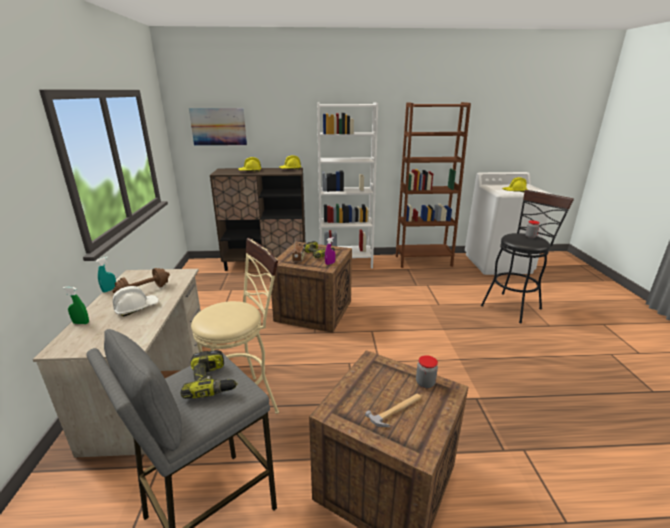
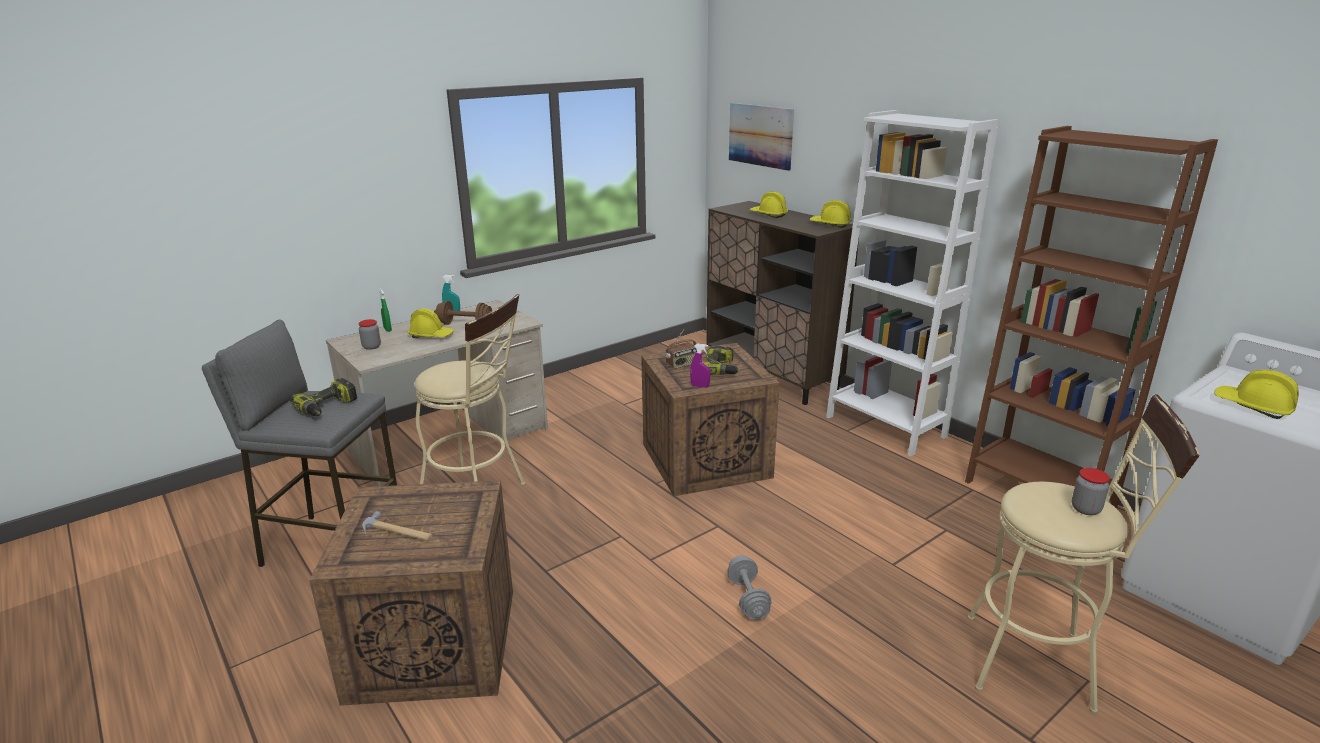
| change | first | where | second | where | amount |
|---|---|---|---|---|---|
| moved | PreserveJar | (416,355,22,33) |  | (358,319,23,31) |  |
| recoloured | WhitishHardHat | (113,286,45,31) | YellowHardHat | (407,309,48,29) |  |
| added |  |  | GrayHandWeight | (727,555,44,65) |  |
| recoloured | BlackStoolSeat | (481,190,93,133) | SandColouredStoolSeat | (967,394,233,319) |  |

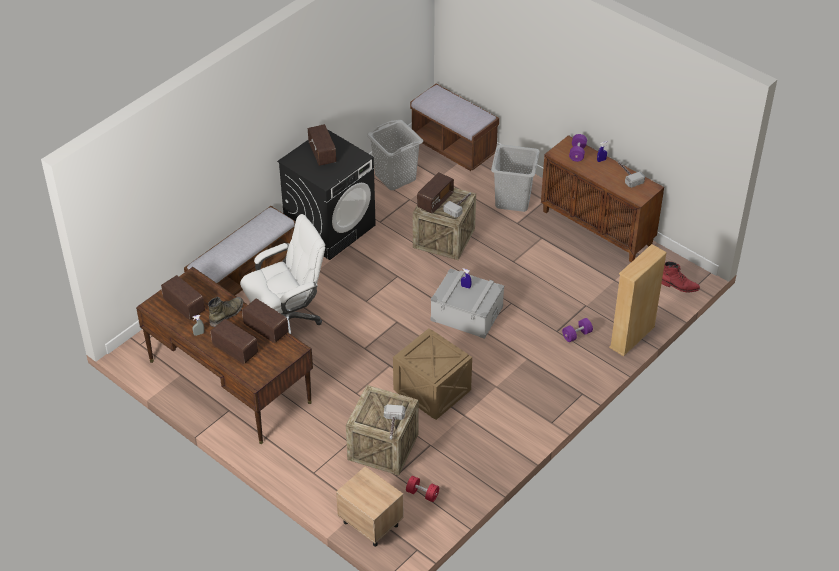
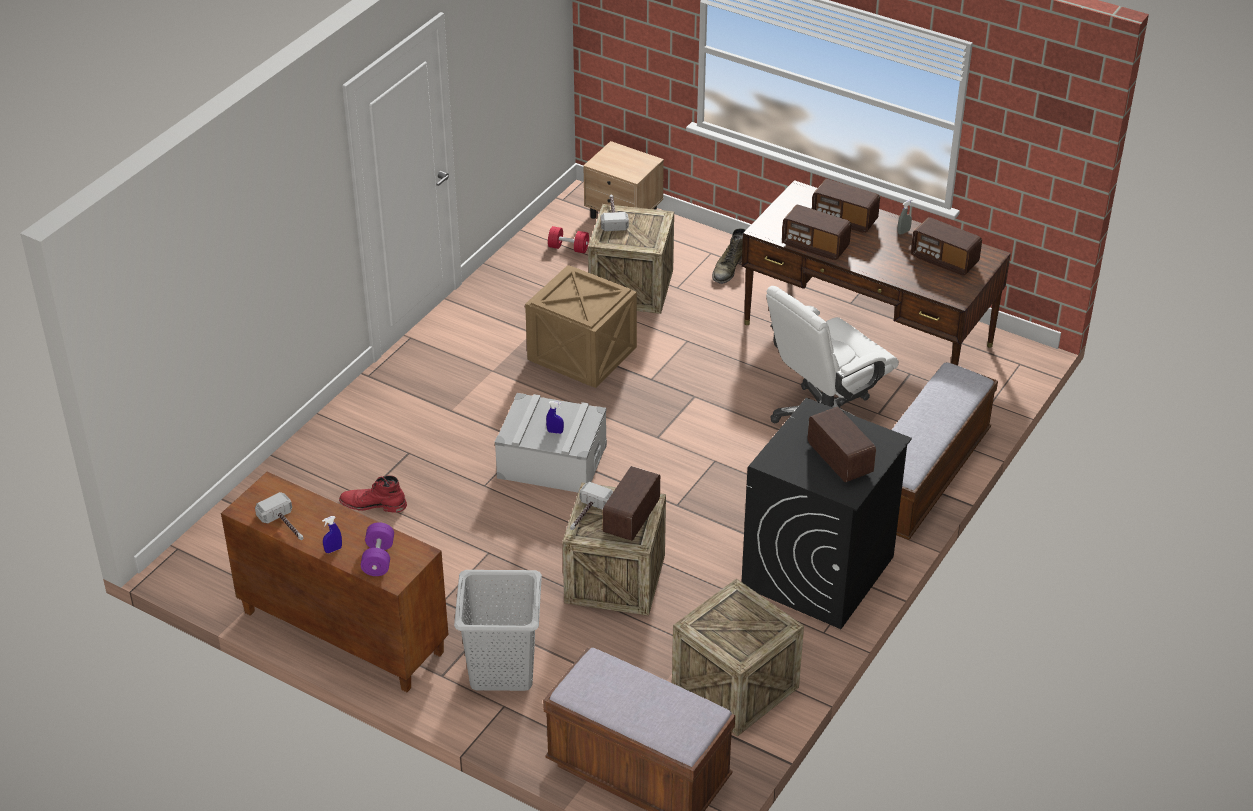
| change | first | where | second | where | amount |
|---|---|---|---|---|---|
| moved | RedColouredTallBoot | (661,261,39,31) |  | (339,476,68,37) |  |
| replaced | GrayWashingBasket | (367,120,56,70) | Crate | (672,578,132,159) |  |
| moved | GreenishTallBoot | (208,297,36,30) |  | (712,228,34,56) |  |
| removed | PurpleColouredHandWeight | (562,318,31,24) |  |  |  |
| removed | SandColouredShelvingUnit | (609,244,58,112) |  |  |  |

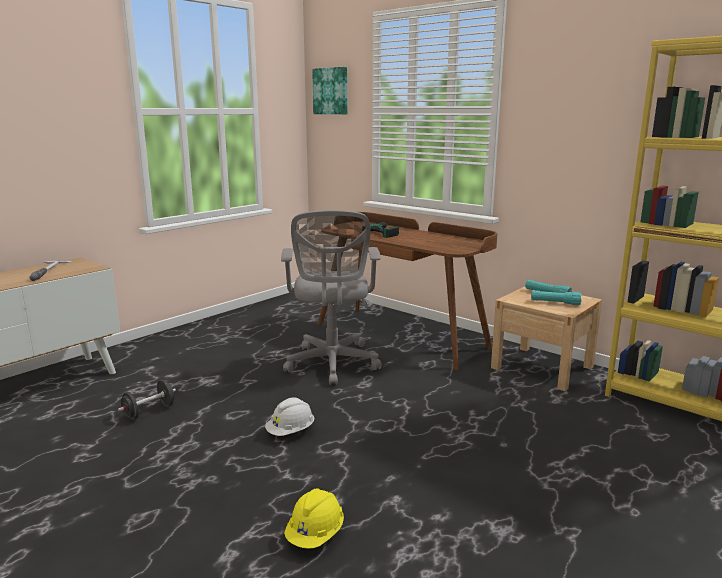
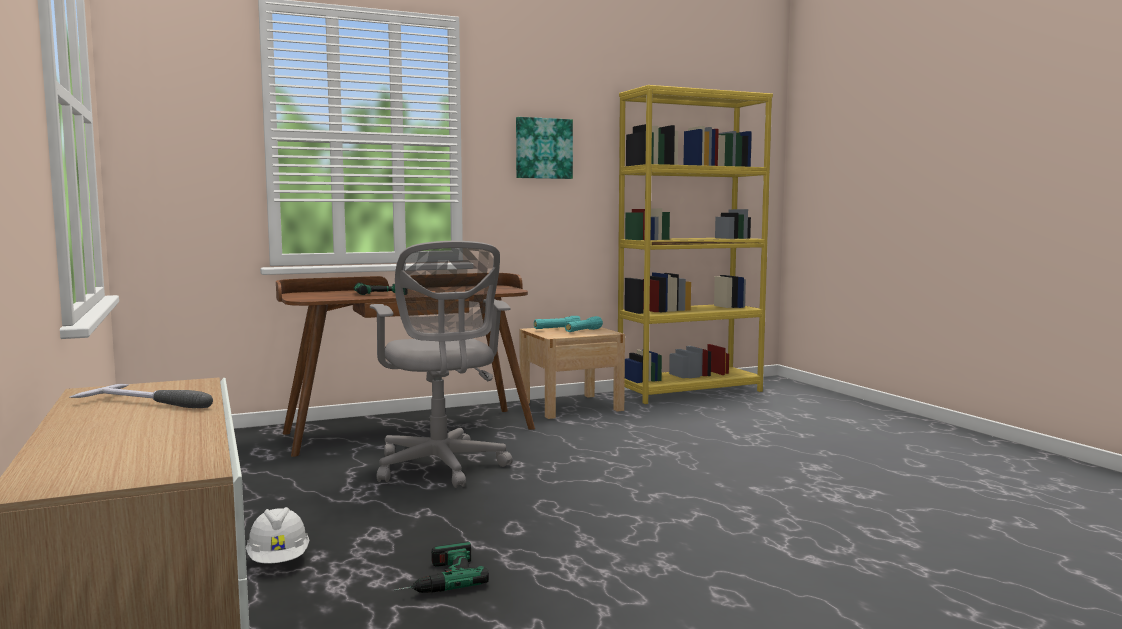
| change | first | where | second | where | amount |
|---|---|---|---|---|---|
| moved | WhitishHardHat | (265,397,49,39) |  | (246,507,64,56) |  |
| turned | GrayComputerChair | (281,210,101,175) |  | (370,241,142,247) | 45 degrees clockwise |
| replaced | BlackHandWeight | (118,380,58,40) | PowerDrill | (394,541,95,52) |  |
| moved | Picture | (312,67,35,47) |  | (516,117,57,62) |  |
| removed | YellowHardHat | (284,488,60,61) |  |  |  |

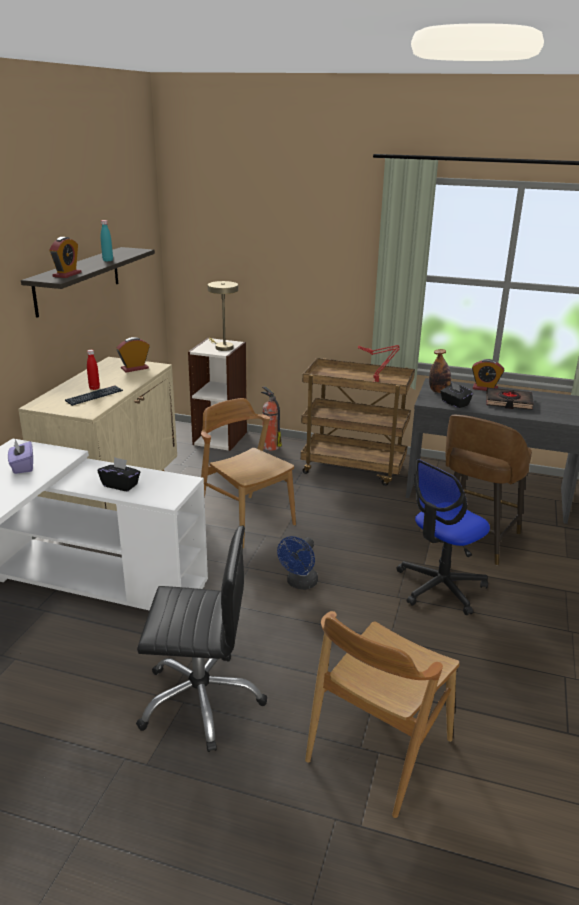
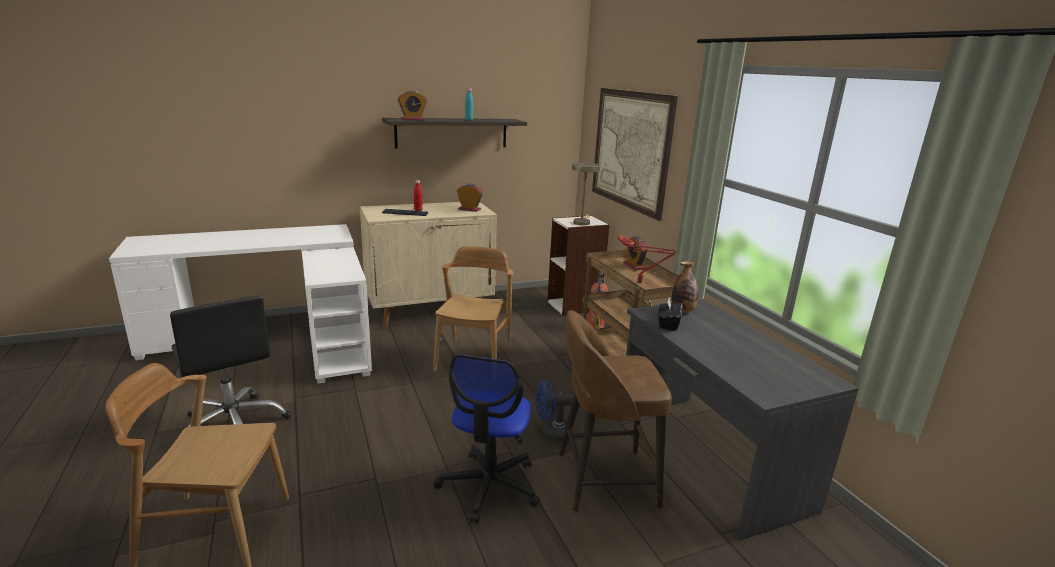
| change | first | where | second | where | amount |
|---|---|---|---|---|---|
| turned | ComputerChair | (396,459,94,156) |  | (433,354,107,170) | 90 degrees counterclockwise |
| moved | BlueColouredElectricFan | (277,536,41,54) |  | (535,380,39,61) |  |
| added |  |  | Picture | (592,88,86,133) |  |
| moved | AlarmClock | (472,359,32,32) |  | (623,236,25,34) |  |
| removed | PurpleColouredTissueBox | (8,439,25,35) |  |  |  |
| removed | BlackTissueBox | (98,457,42,35) |  |  |  |
| removed | BlackVolume | (486,388,48,22) |  |  |  |

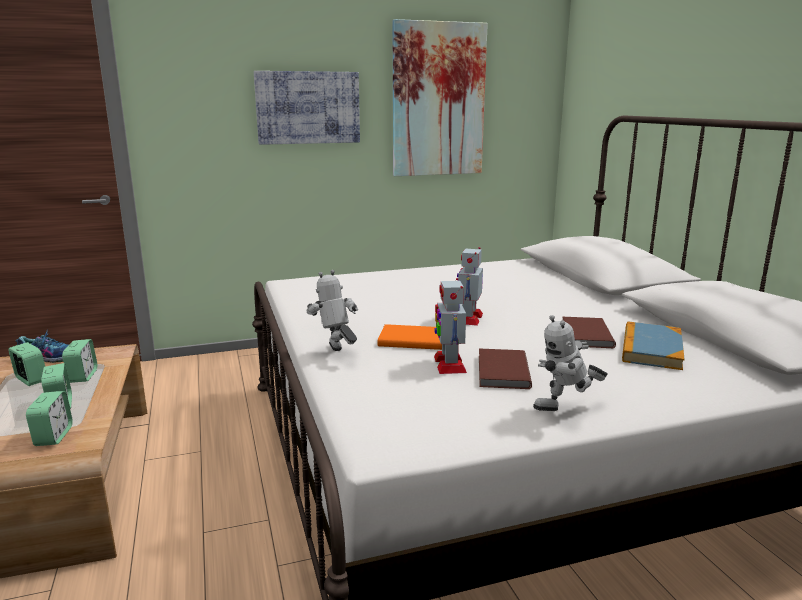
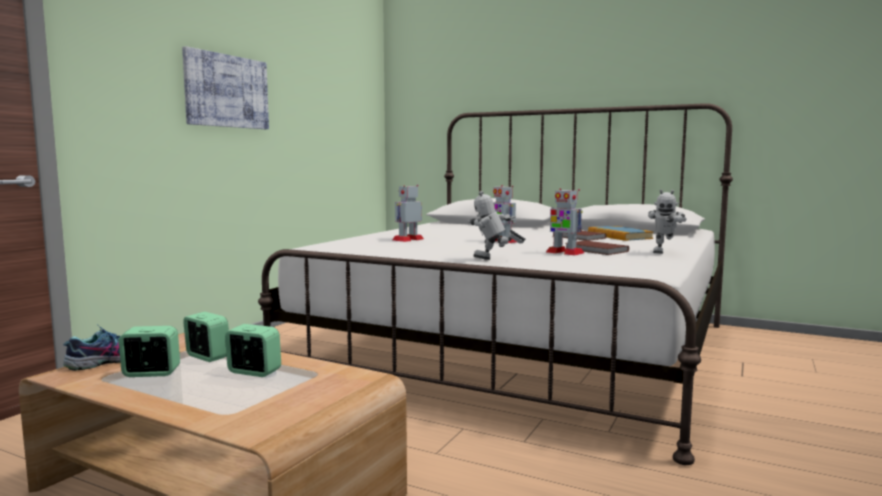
| change | first | where | second | where | amount |
|---|---|---|---|---|---|
| added |  |  | RobotFigure | (393,185,31,57) |  |
| removed | AlarmClock | (26,391,47,55) |  |  |  |
| removed | OrangeyVolume | (378,324,64,26) |  |  |  |
| removed | Picture | (393,19,95,157) |  |  |  |

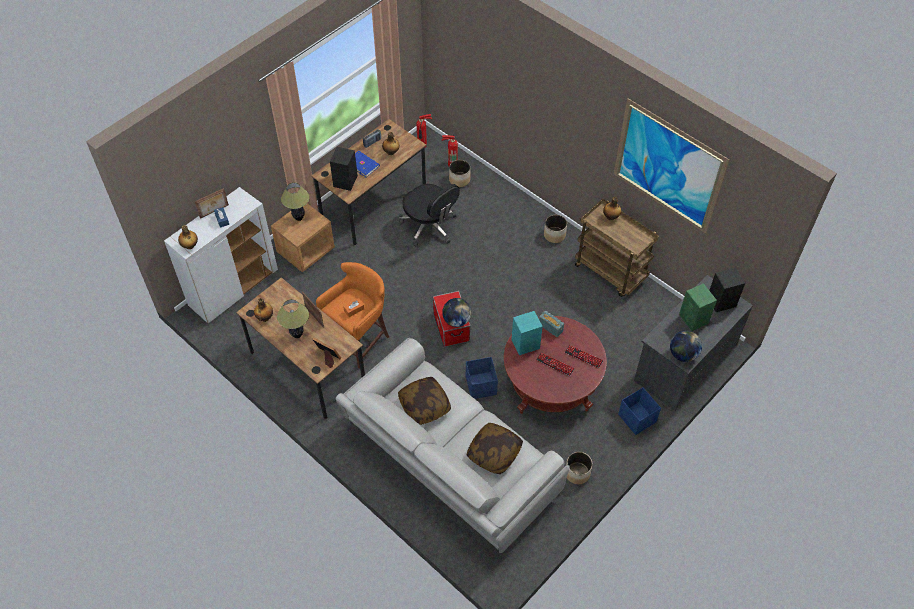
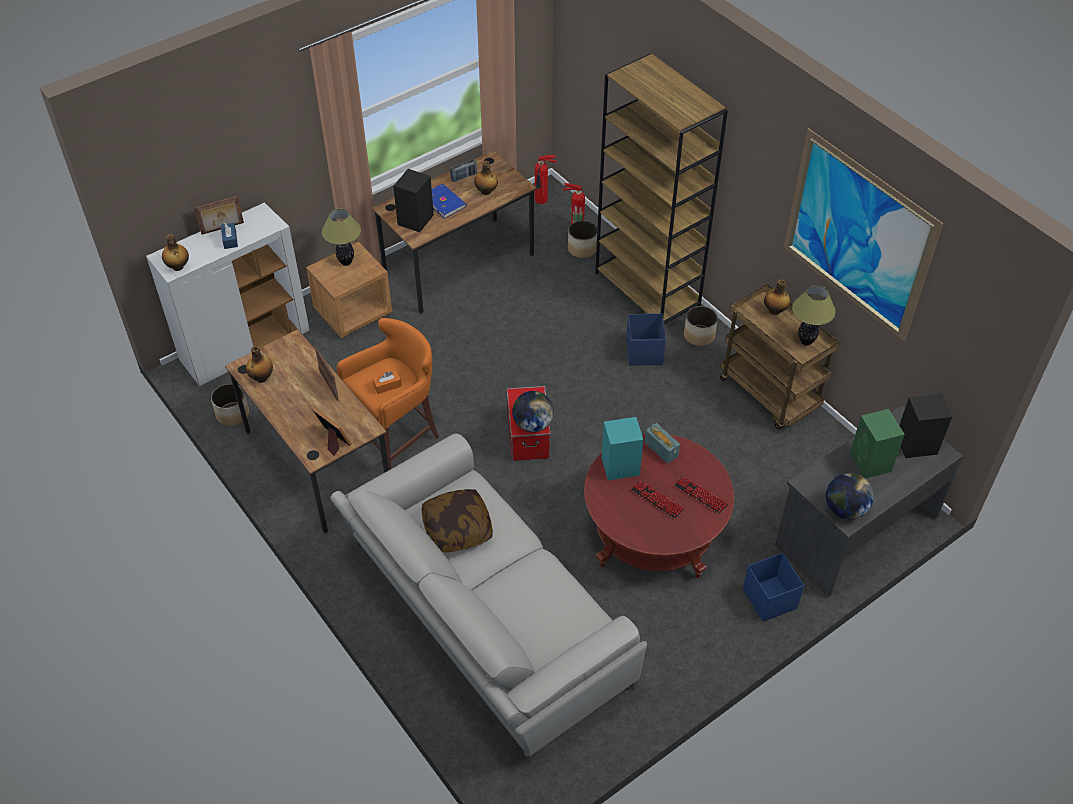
| change | first | where | second | where | amount |
|---|---|---|---|---|---|
| moved | PlantPot | (566,452,27,32) |  | (211,384,38,42) |  |
| added |  |  | BrownShelvingUnit | (595,54,133,270) |  |
| moved | BlueColouredStorageBox | (466,357,32,42) |  | (626,313,40,53) |  |
| moved | LampForATable | (277,299,32,39) |  | (792,285,44,61) |  |
| removed | BlackComputerChair | (399,184,61,62) |  |  |  |
| removed | ThrowPillow | (467,423,56,51) |  |  |  |

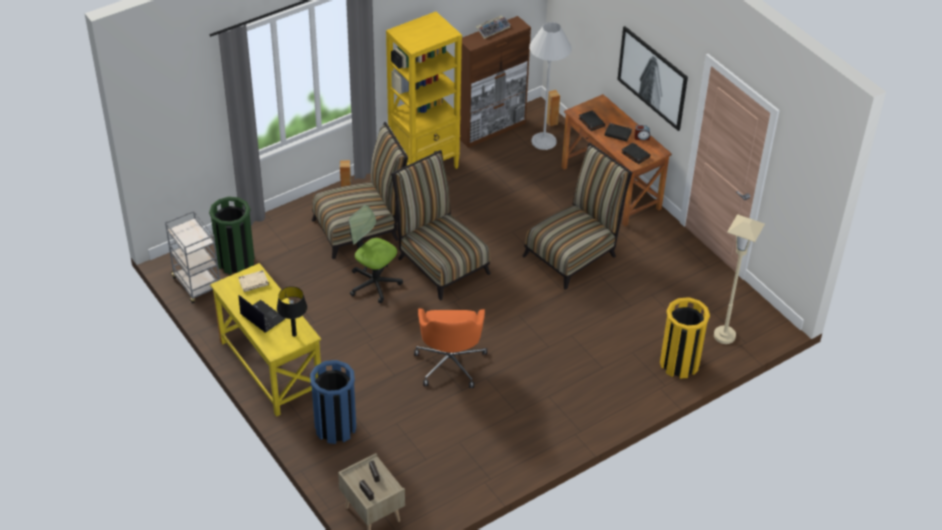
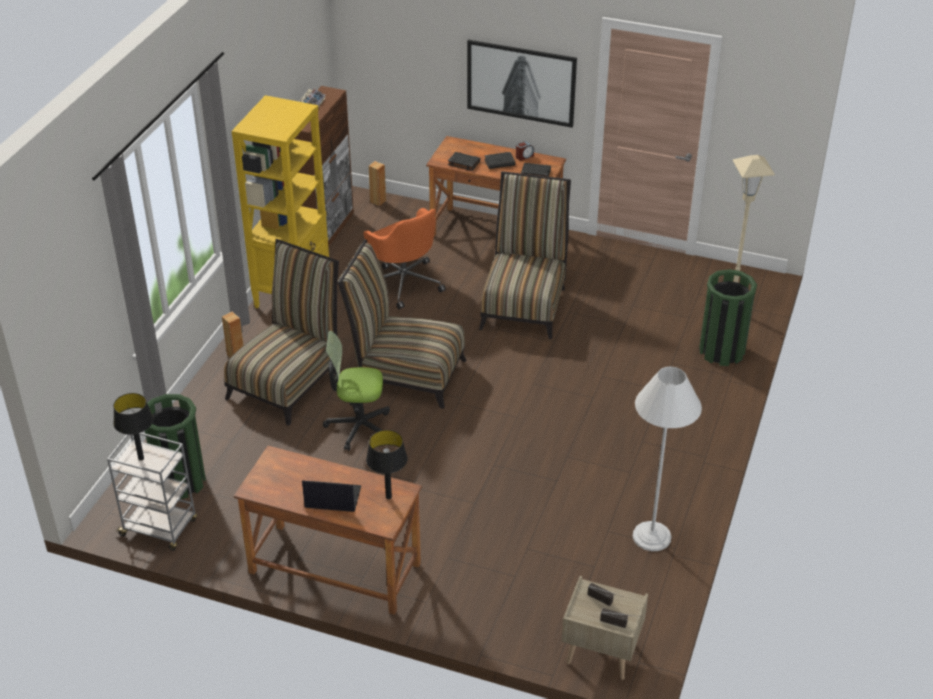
| change | first | where | second | where | amount |
|---|---|---|---|---|---|
| added |  |  | BlackLampForATable | (113,393,41,67) |  |
| recoloured | YellowDesk | (210,263,111,154) | BrownDesk | (234,446,188,169) |  |
| moved | OrangeyComputerChair | (414,309,73,79) |  | (363,208,83,101) |  |
| moved | WhitishStandardLamp | (529,22,43,128) |  | (633,366,69,185) |  |
| recoloured | YellowRubbishBin | (660,297,50,82) | GreenishRubbishBin | (699,269,58,97) |  |
| removed | SandColouredVolume | (238,270,31,22) |  |  |  |
| removed | BlueColouredRubbishBin | (310,360,46,84) |  |  |  |

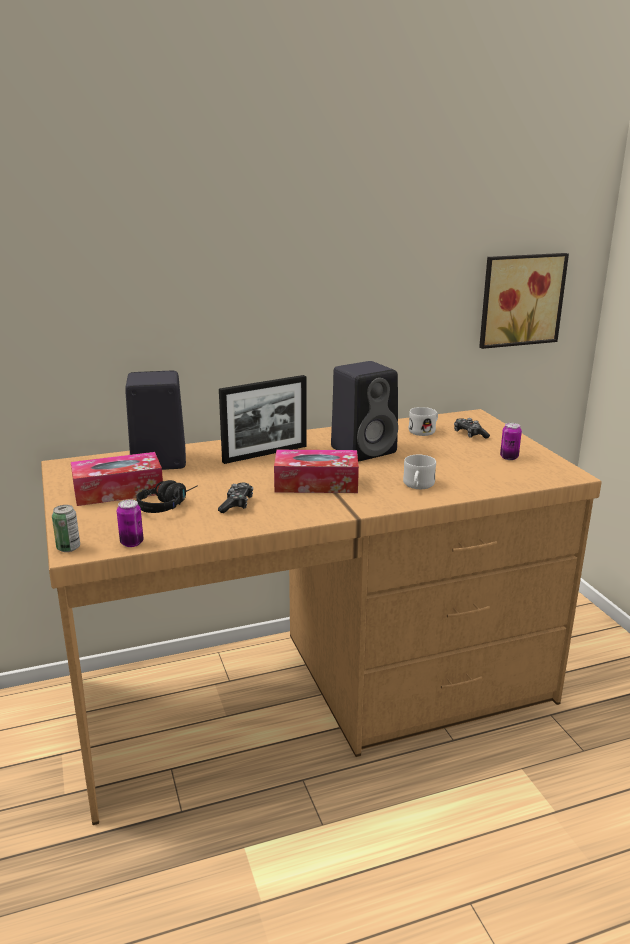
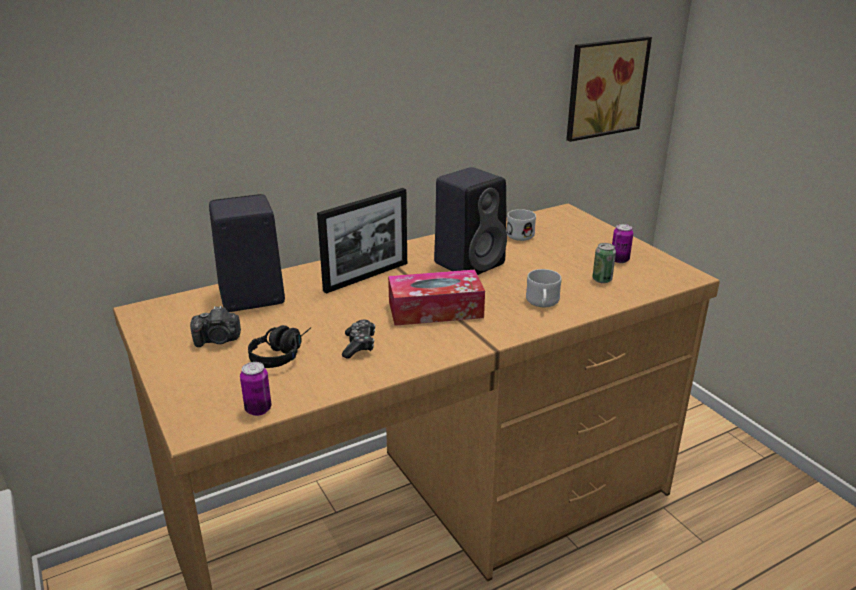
| change | first | where | second | where | amount |
|---|---|---|---|---|---|
| replaced | TissueBox | (71,452,92,54) | PhotoCamera | (190,306,51,41) |  |
| moved | MetalCan | (52,505,28,47) |  | (592,243,24,40) |  |
| removed | GameController | (454,418,36,21) |  |  |  |

